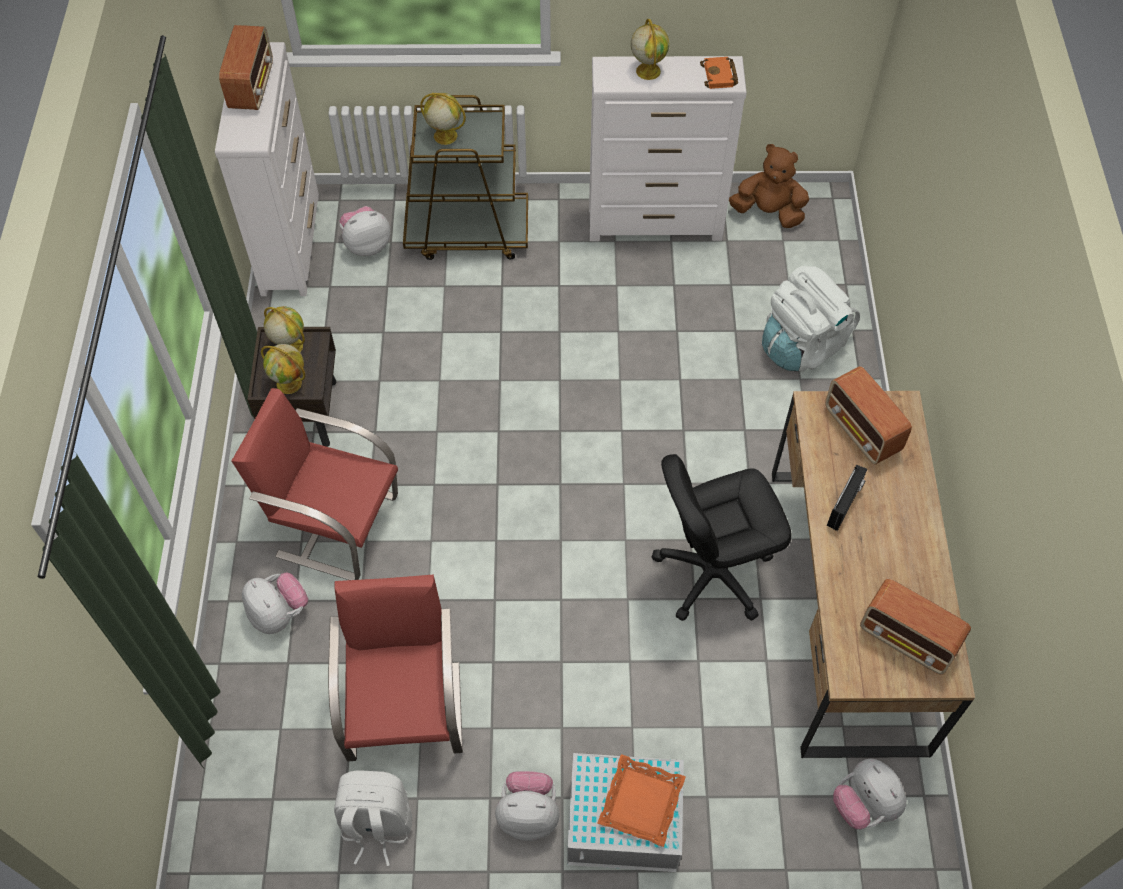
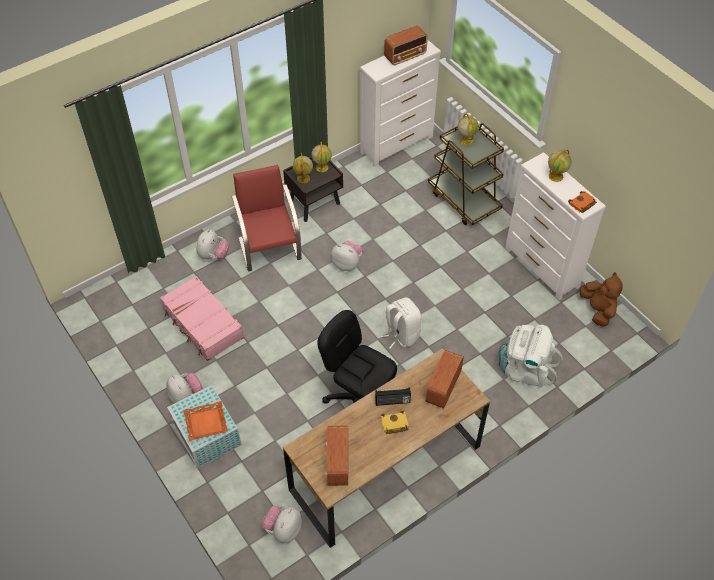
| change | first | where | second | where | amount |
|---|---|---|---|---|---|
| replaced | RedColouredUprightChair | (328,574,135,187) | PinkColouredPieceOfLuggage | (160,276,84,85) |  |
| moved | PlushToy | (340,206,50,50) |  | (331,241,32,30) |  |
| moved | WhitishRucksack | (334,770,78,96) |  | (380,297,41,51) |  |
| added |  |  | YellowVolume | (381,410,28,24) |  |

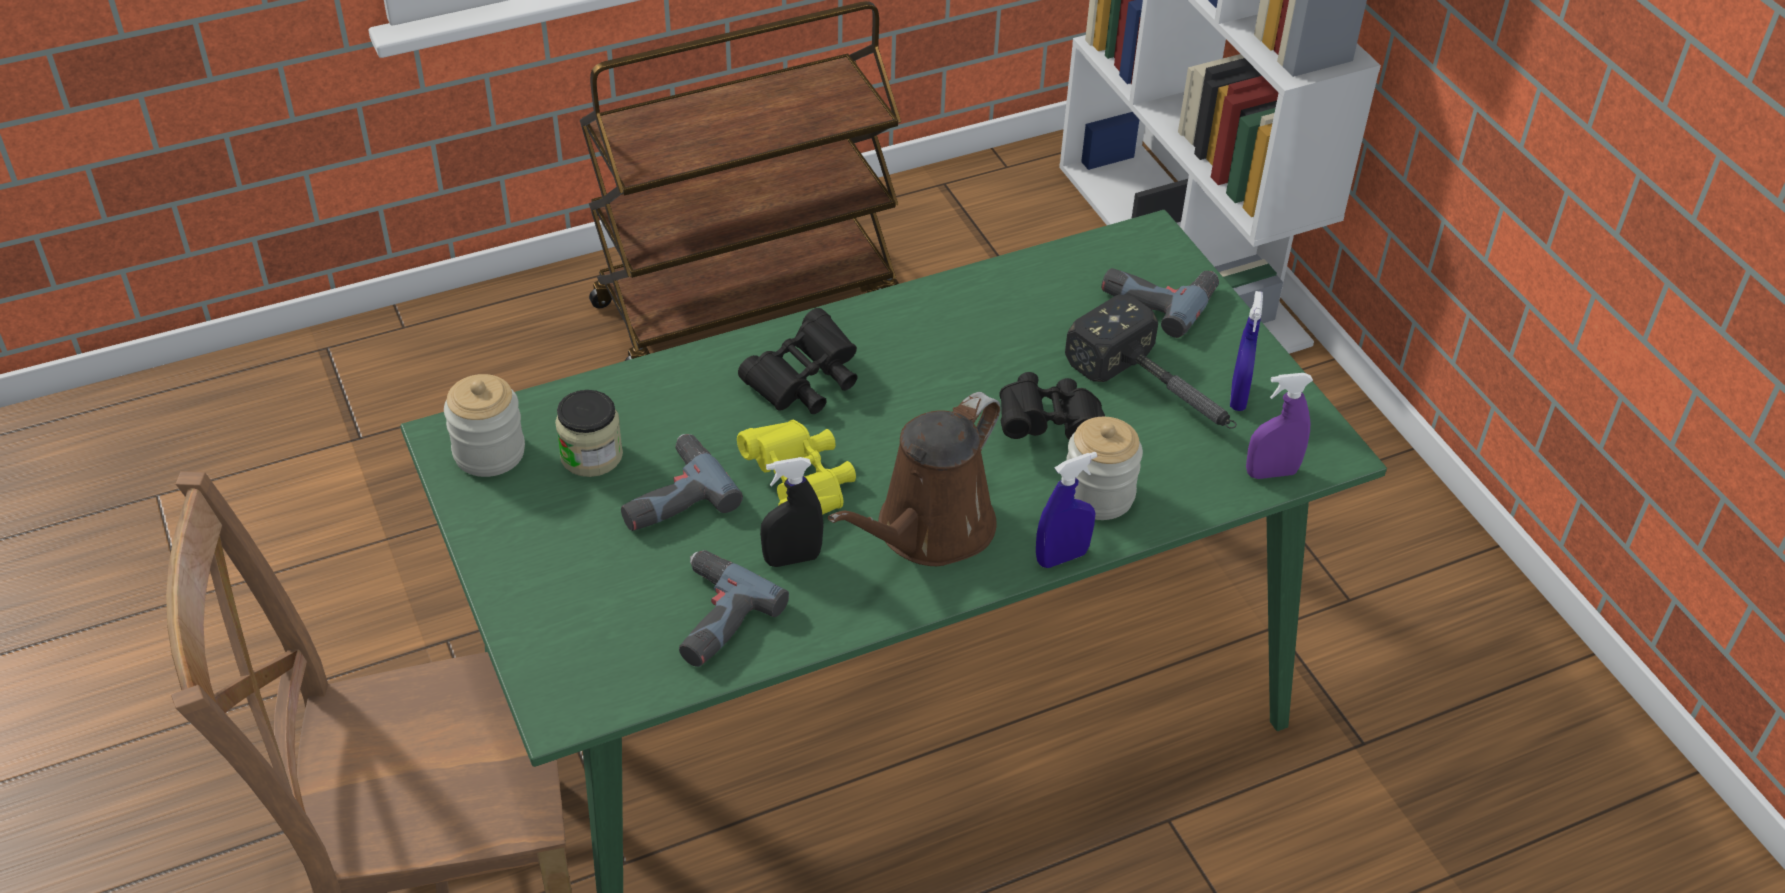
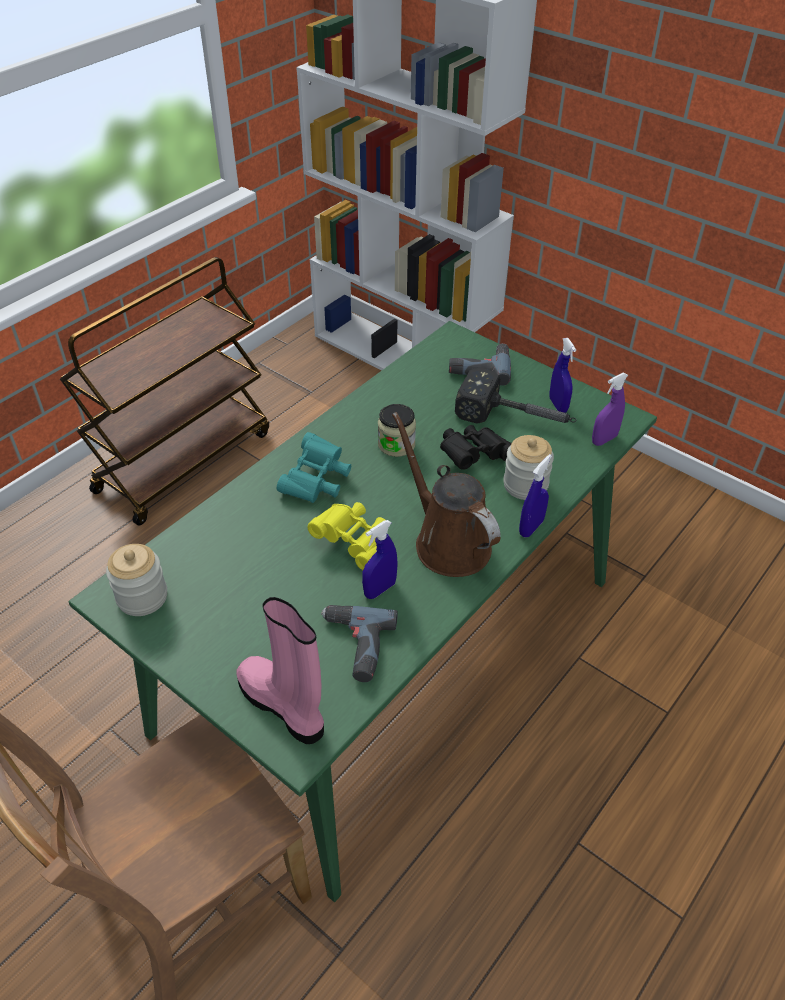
| change | first | where | second | where | amount |
|---|---|---|---|---|---|
| added |  |  | PinkColouredTallBoot | (236,597,88,147) |  |
| recoloured | BlackPairOfBinoculars | (738,308,120,106) | BlueGreenPairOfBinoculars | (277,432,74,71) |  |
| recoloured | BlackSprayer | (760,457,64,110) | BlueColouredSprayer | (362,520,36,79) |  |
| moved | PreserveJar | (555,390,68,87) |  | (378,404,38,53) |  |
| turned | BrownSprinklingCan | (828,392,172,174) |  | (392,412,109,165) | 135 degrees clockwise |
| removed | PowerDrill | (621,434,122,97) |  |  |  |

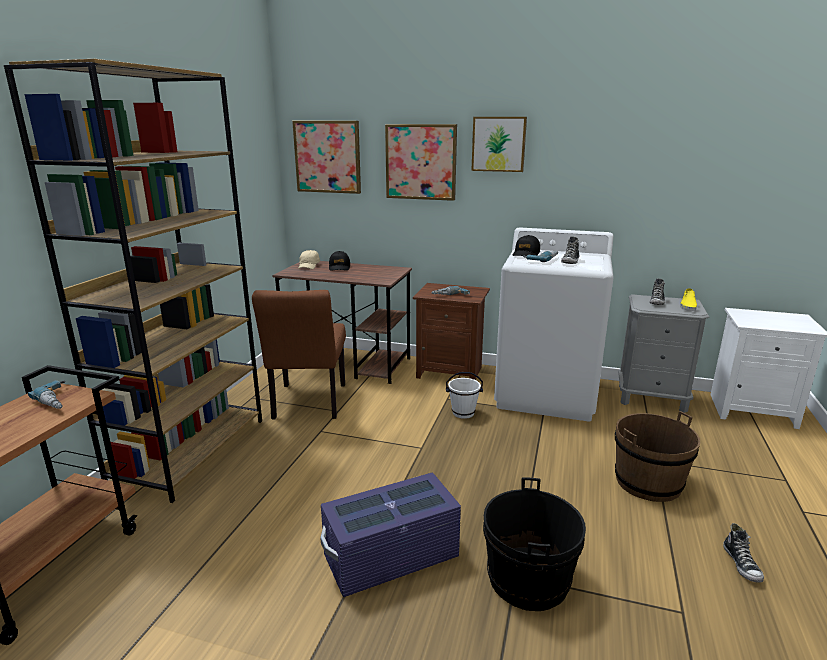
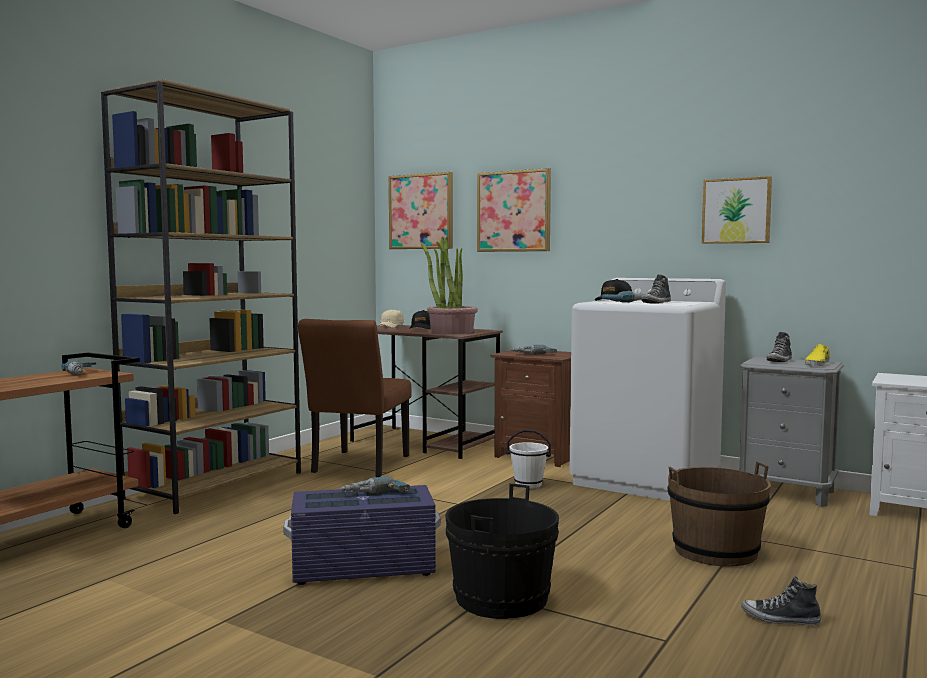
| change | first | where | second | where | amount |
|---|---|---|---|---|---|
| added |  |  | PowerDrill | (339,476,71,17) |  |
| added |  |  | Houseplant | (421,236,57,98) |  |
| moved | Picture | (471,117,56,55) |  | (702,176,70,68) |  |
| turned | ItemOfFootwear | (723,523,41,60) |  | (741,576,80,49) | 90 degrees clockwise |

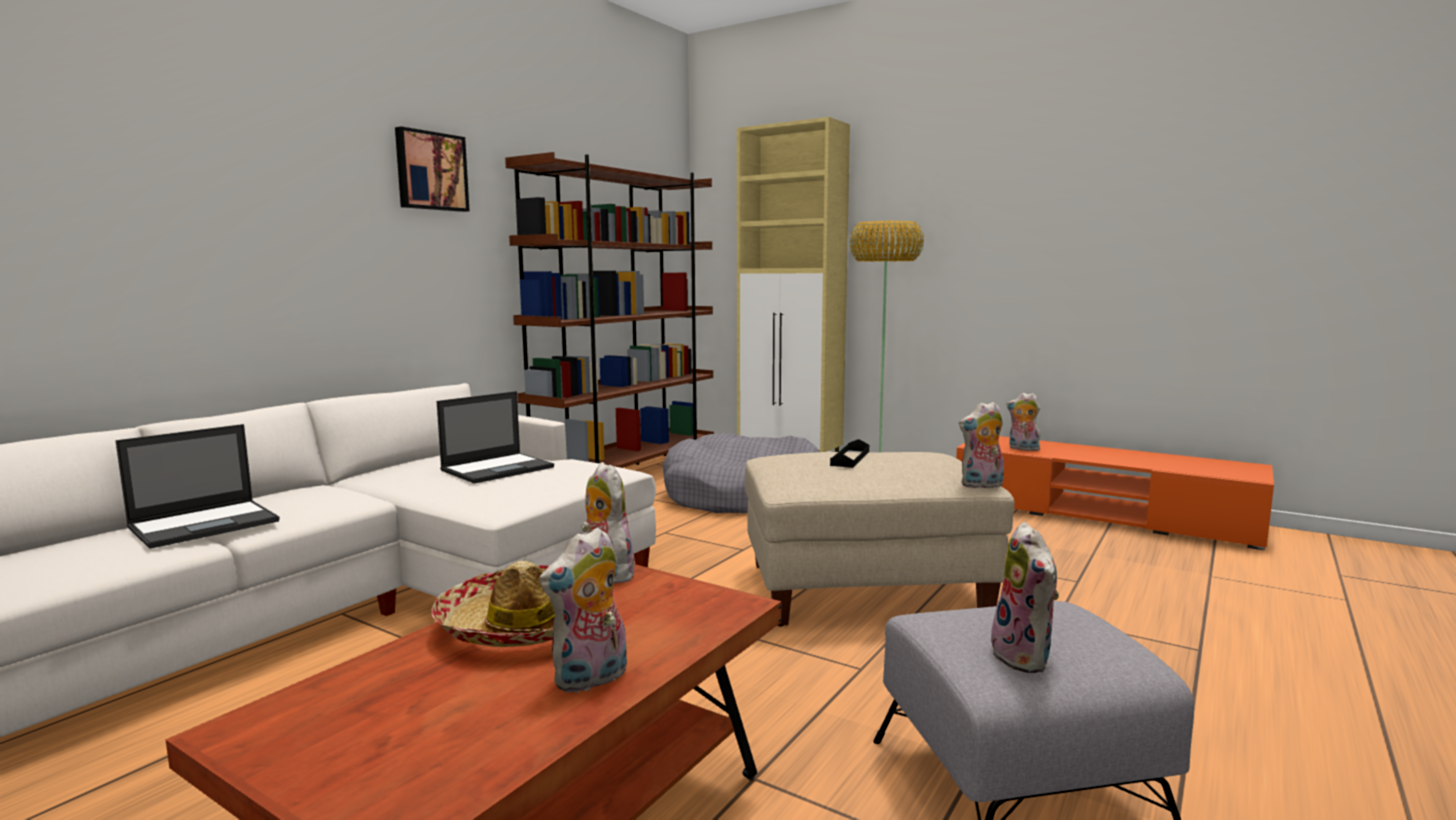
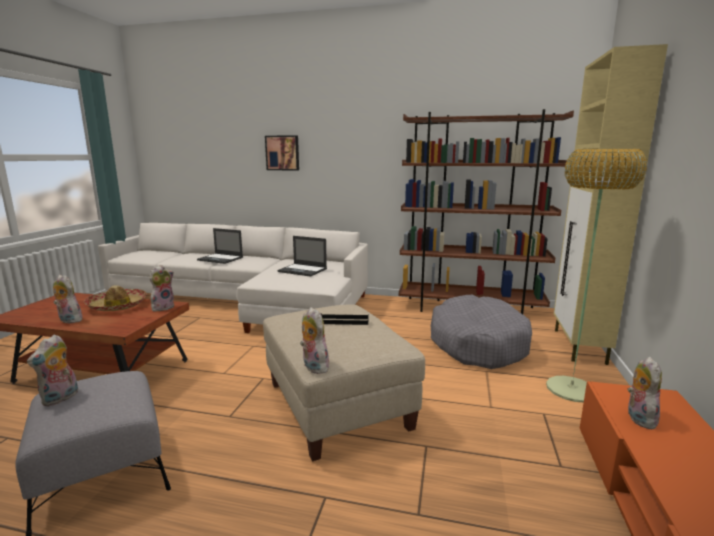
| change | first | where | second | where | amount |
|---|---|---|---|---|---|
| turned | PlushToy | (991,522,68,151) |  | (27,335,51,71) | 45 degrees counterclockwise |
| moved | Picture | (395,126,75,86) |  | (265,135,34,36) |  |

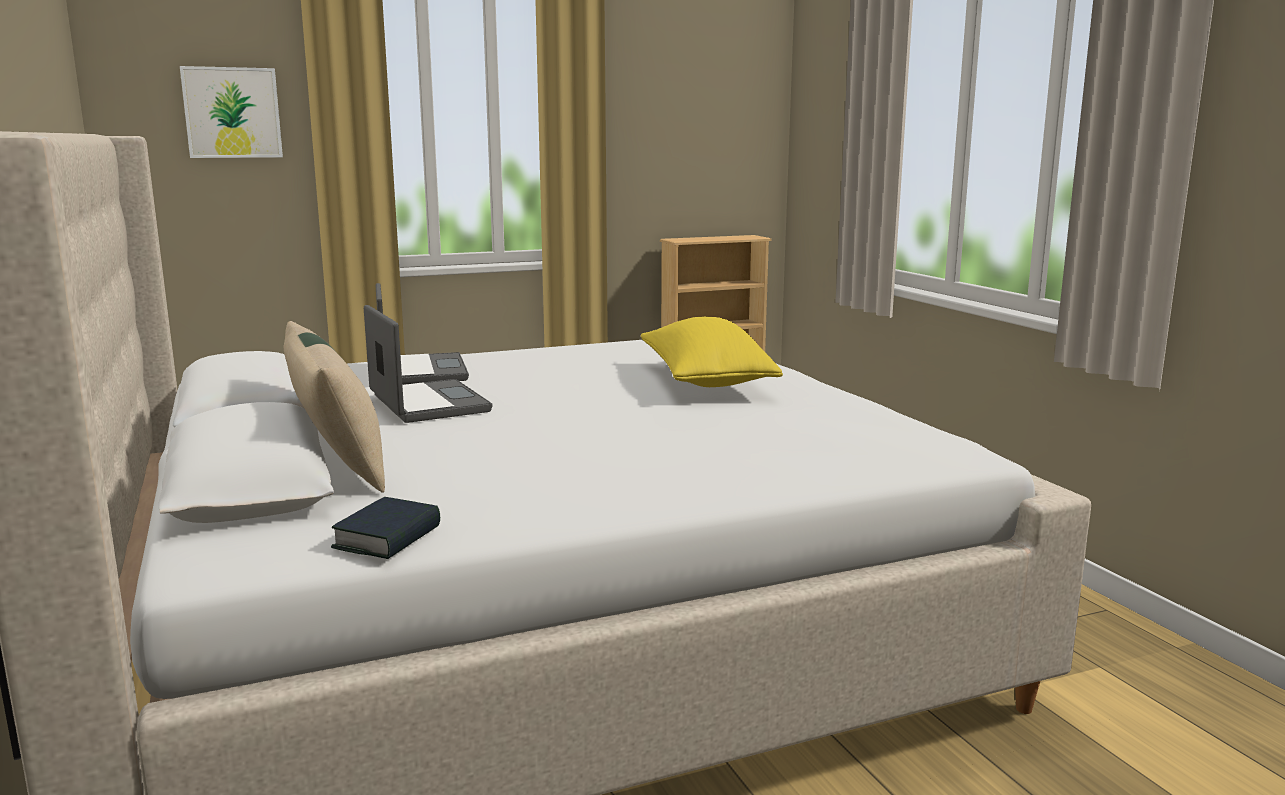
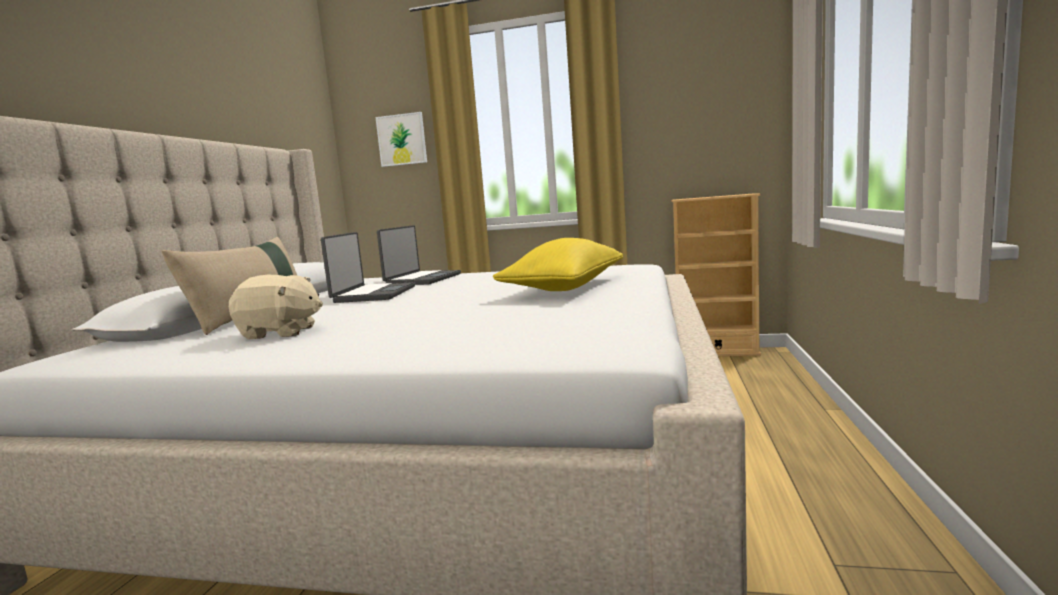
| change | first | where | second | where | amount |
|---|---|---|---|---|---|
| added |  |  | SandColouredPlushToy | (229,275,94,65) |  |
| removed | Volume | (331,497,109,62) |  |  |  |

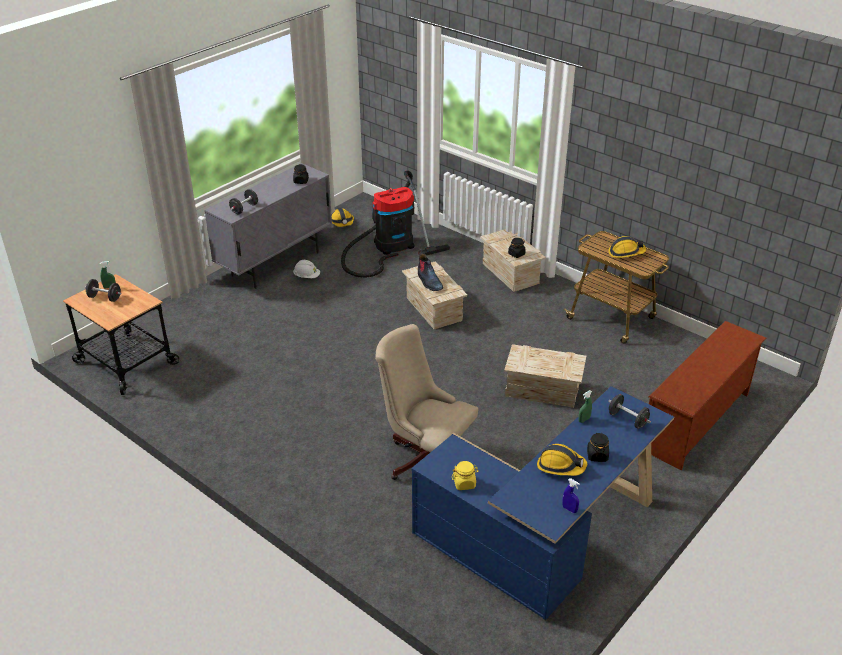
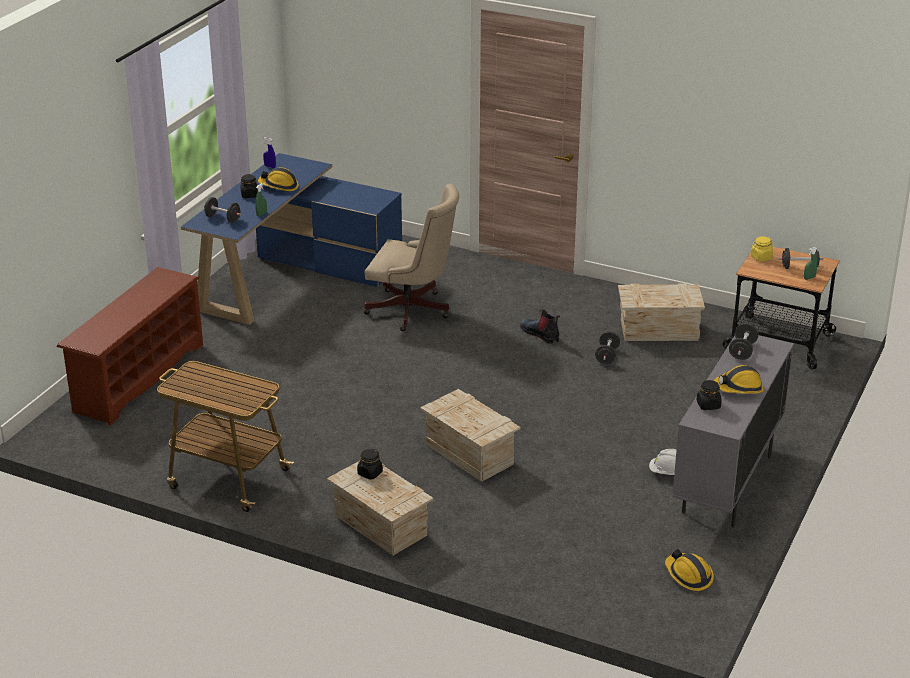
| change | first | where | second | where | amount |
|---|---|---|---|---|---|
| moved | TallBoot | (418,248,25,43) |  | (520,309,40,35) |  |
| added |  |  | BlackHandWeight | (595,331,25,33) |  |
| moved | Crate | (504,344,82,64) |  | (618,284,87,57) |  |
| moved | HardHat | (608,236,38,22) |  | (714,365,50,29) |  |
| moved | YellowPreserveJar | (452,461,27,29) |  | (751,236,22,26) |  |
| removed | Vacuum | (341,170,109,108) |  |  |  |

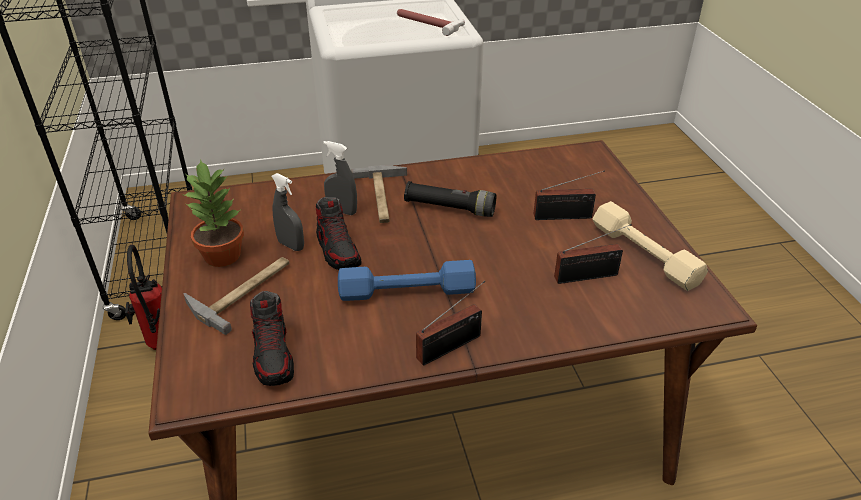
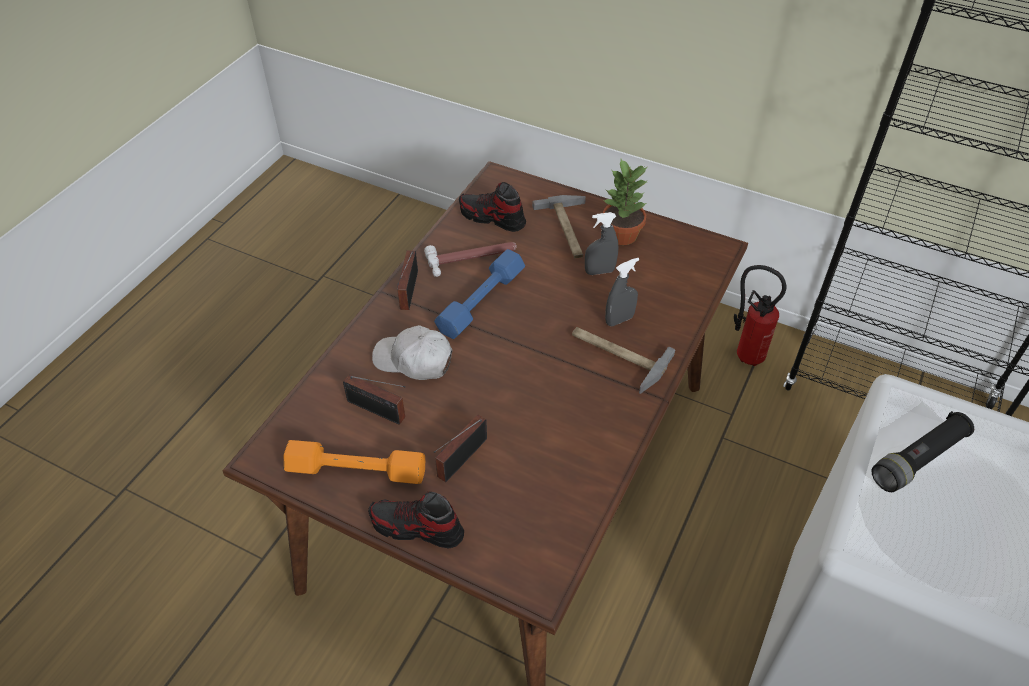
| change | first | where | second | where | amount |
|---|---|---|---|---|---|
| recoloured | SandColouredHandWeight | (592,201,116,90) | OrangeyHandWeight | (284,440,141,44) |  |
| turned | RadioReceiver | (554,224,78,60) |  | (343,375,63,50) | 90 degrees counterclockwise |
| moved | ItemOfFootwear | (315,197,47,73) |  | (368,492,96,56) |  |
| added |  |  | WhitishCap | (372,325,81,55) |  |
| moved | Hammer | (397,9,68,27) |  | (424,242,93,35) |  |
| moved | BlackTorch | (404,181,92,36) |  | (871,411,103,81) |  |

